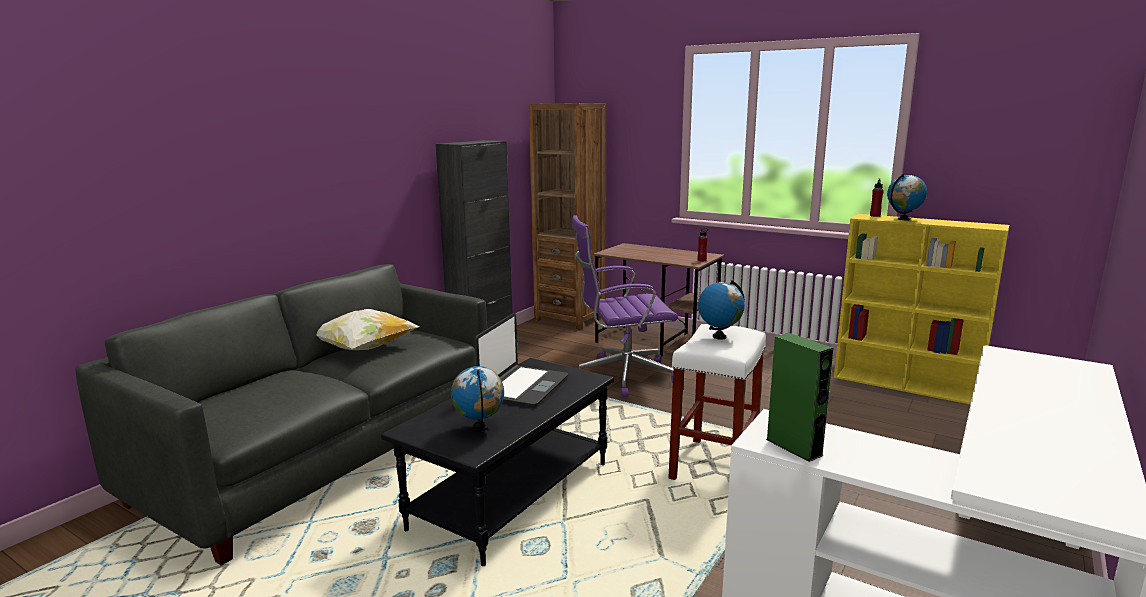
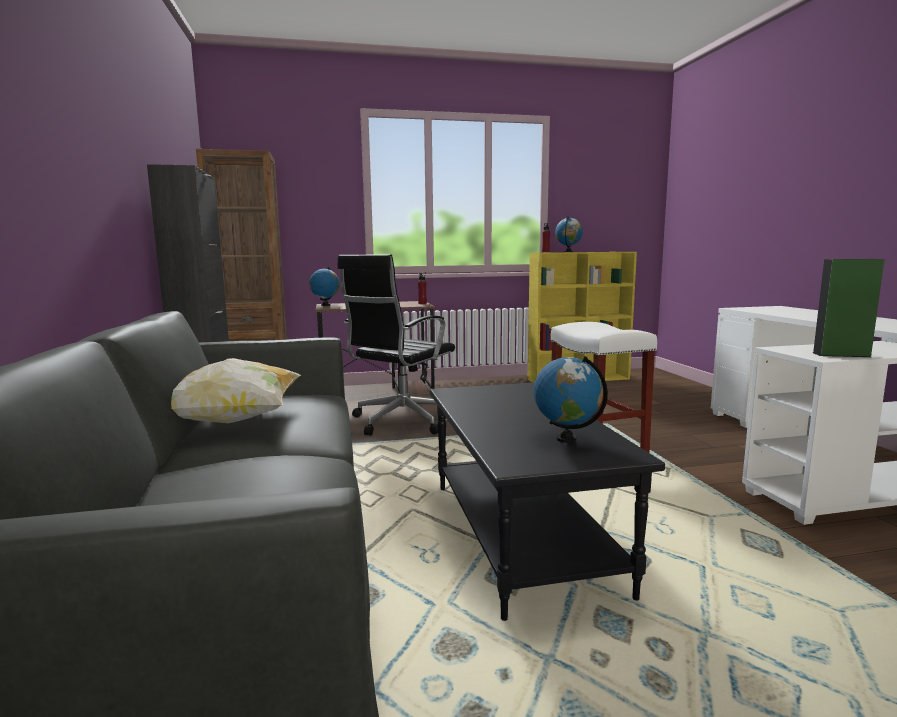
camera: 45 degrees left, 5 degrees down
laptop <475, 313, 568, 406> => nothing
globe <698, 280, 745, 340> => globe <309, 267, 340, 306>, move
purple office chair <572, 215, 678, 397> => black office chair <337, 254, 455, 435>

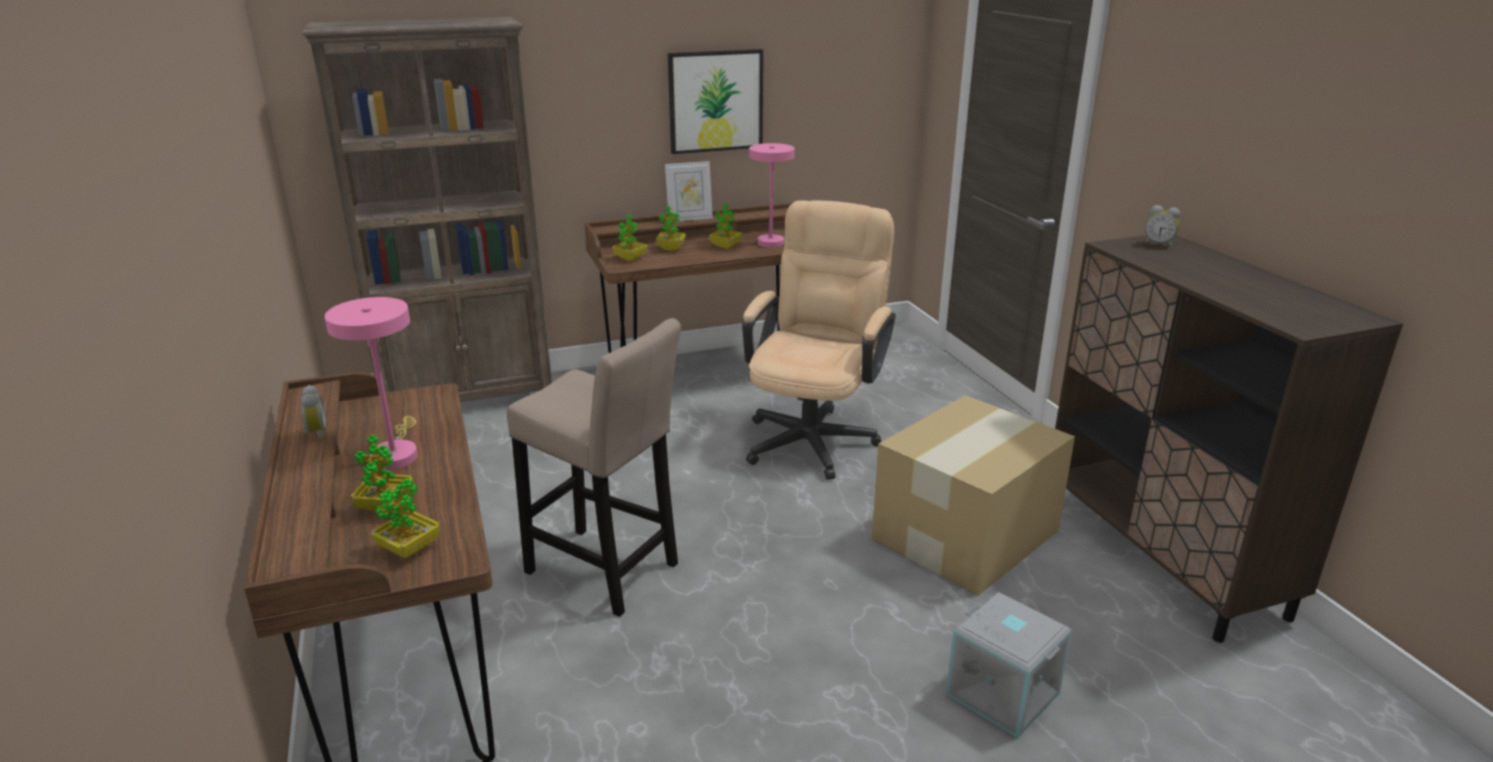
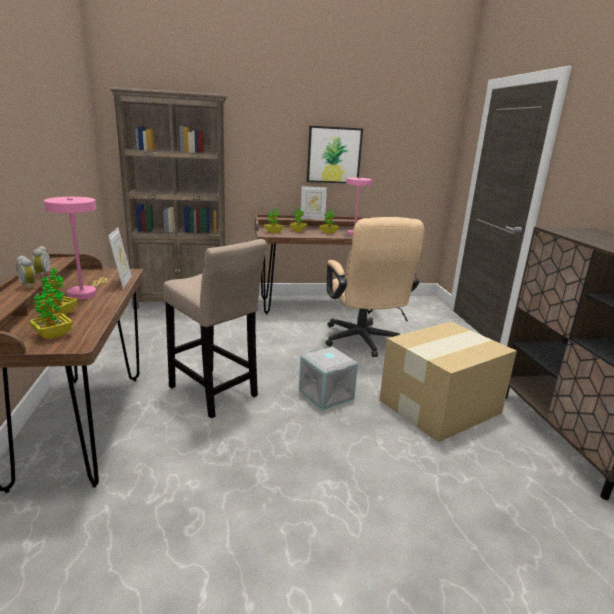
camera: 10 degrees right, 5 degrees down
nothing => picture frame <108, 227, 131, 289>
grey storage box <946, 592, 1072, 738> => grey storage box <299, 347, 358, 411>, move
alarm clock <1144, 205, 1180, 248> => alarm clock <16, 256, 37, 289>, move
beige office chair <742, 200, 896, 480> => beige office chair <326, 217, 424, 357>, 135 degrees clockwise

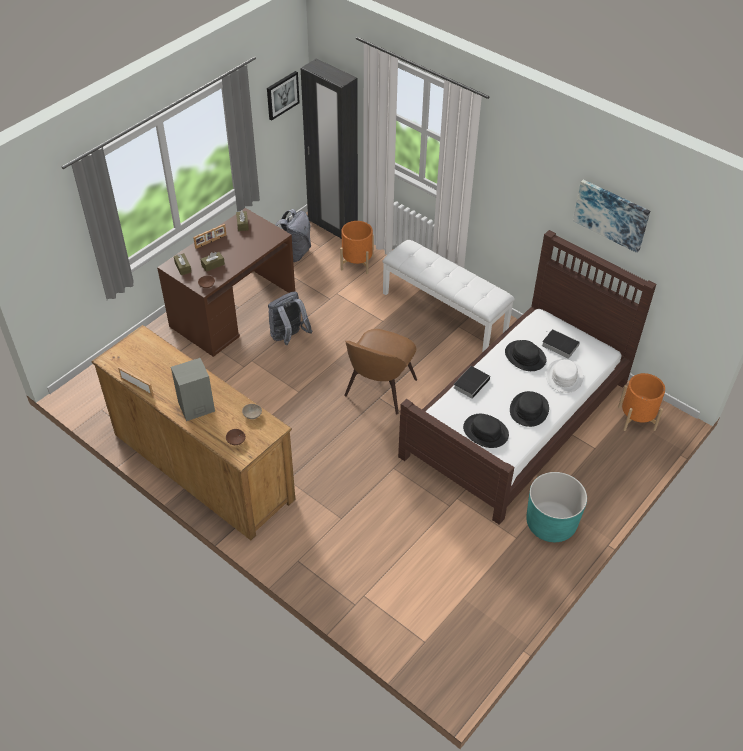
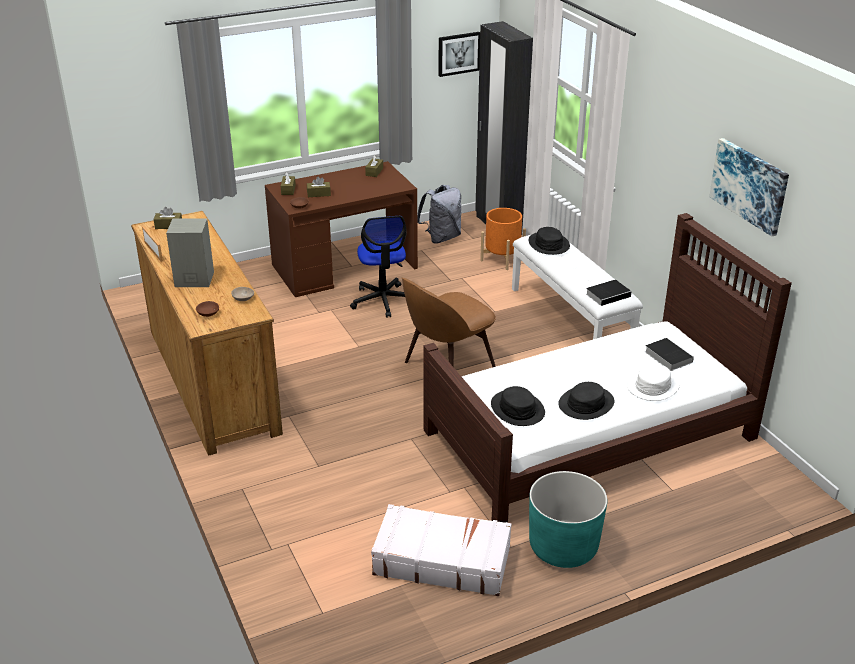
camera: 25 degrees right, 15 degrees down
picture frame <193, 224, 227, 249> => nothing
orange planter <618, 373, 665, 431> => nothing
nothing => brown tissue box <153, 207, 182, 229>
nothing => white suitcase <371, 504, 512, 596>
book <454, 366, 492, 399> => book <586, 280, 632, 306>, move
black hat <505, 340, 547, 371> => black hat <529, 227, 570, 255>, move
grey backpack <268, 291, 312, 345> => office chair <350, 216, 407, 318>

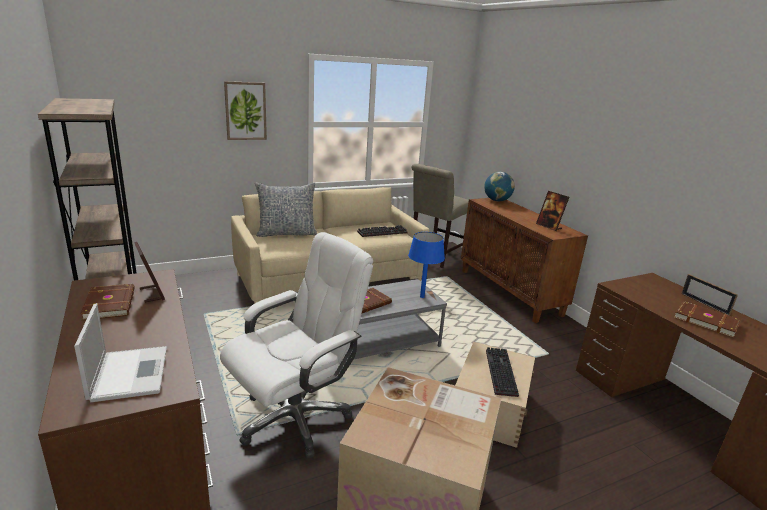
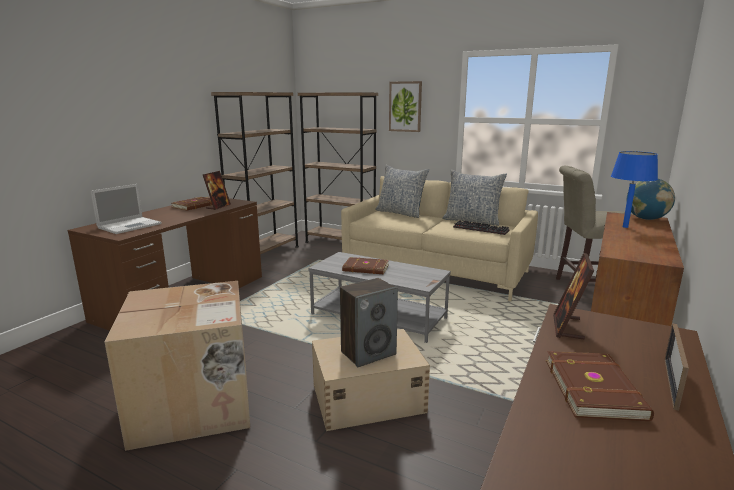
camera: 55 degrees right, 5 degrees down
white office chair <220, 232, 373, 459> => nothing
nothing => brown bookcase <298, 92, 378, 243>
nothing => pillow <442, 170, 507, 226>
blue table lamp <408, 232, 445, 298> => blue table lamp <611, 151, 658, 228>, move
picture frame <536, 191, 569, 231> => picture frame <553, 253, 594, 340>, move
keyboard <486, 347, 519, 397> => speaker <340, 278, 398, 367>

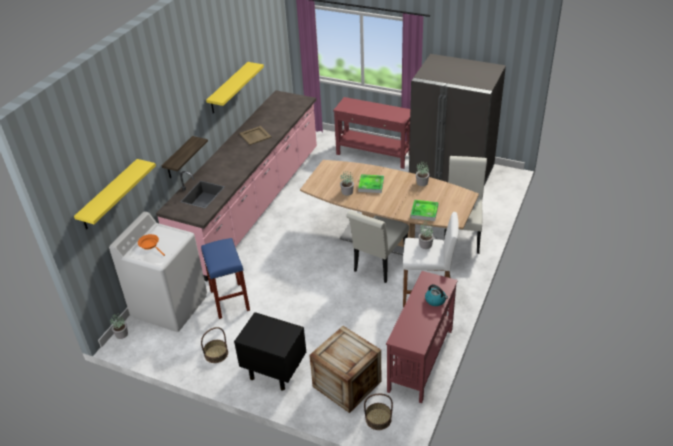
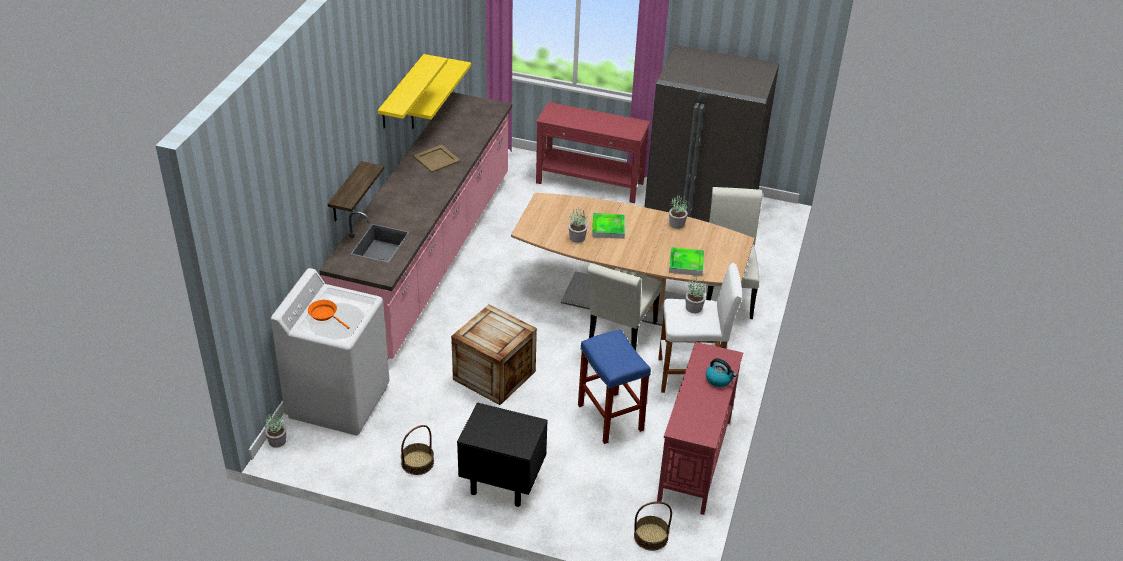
camera: 10 degrees left, 0 degrees up
yellow shelf <74, 159, 156, 229> => yellow shelf <407, 59, 471, 129>, move
blue stool <201, 238, 250, 319> => blue stool <578, 329, 651, 444>, move
crate <309, 326, 381, 413> => crate <451, 305, 537, 405>, move

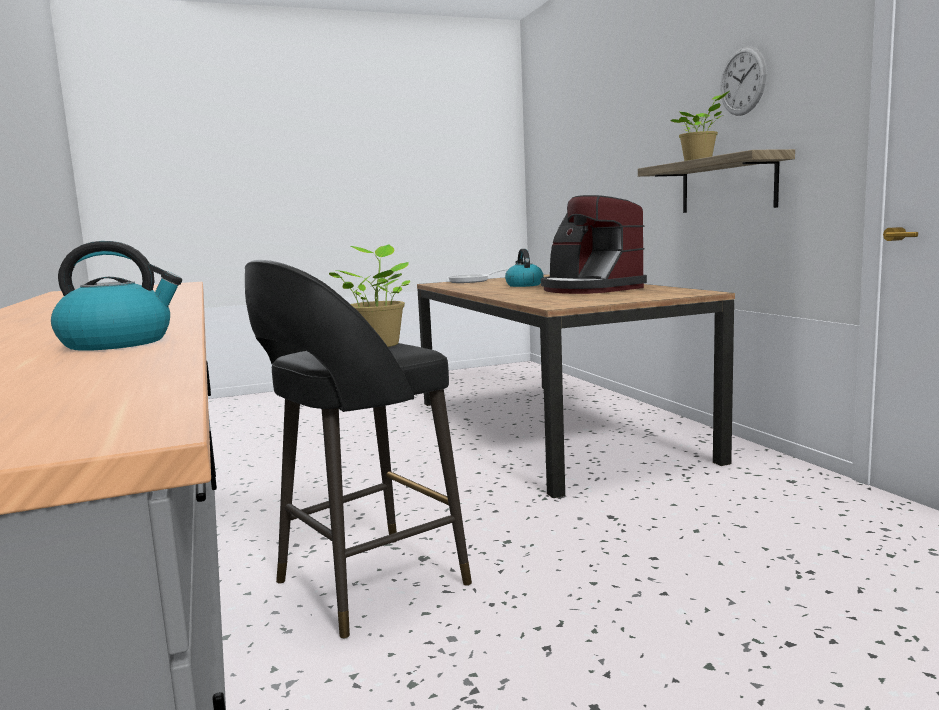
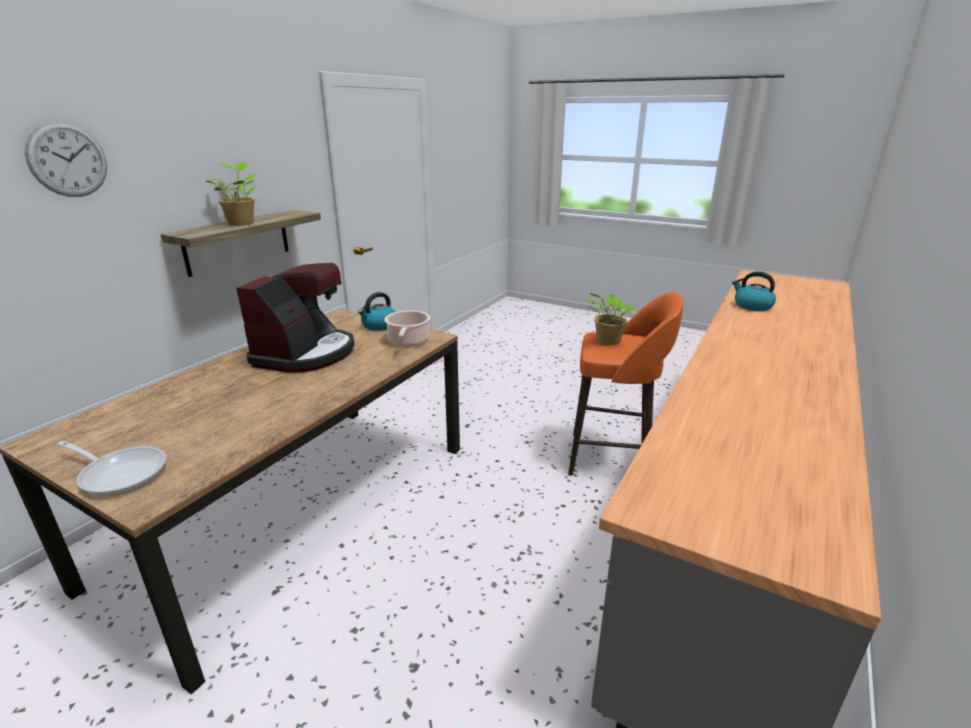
camera: 130 degrees left, 15 degrees up
nothing => cooking pot <384, 310, 430, 347>
kettle <505, 249, 544, 287> => kettle <358, 292, 395, 331>, move
wall clock <720, 46, 767, 116> => wall clock <25, 121, 107, 197>, move
black stool <245, 260, 472, 639> => orange stool <568, 292, 684, 476>

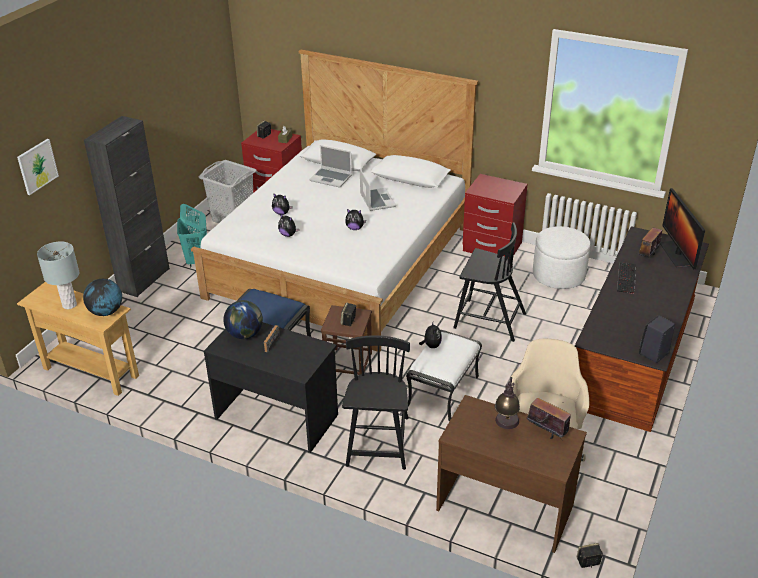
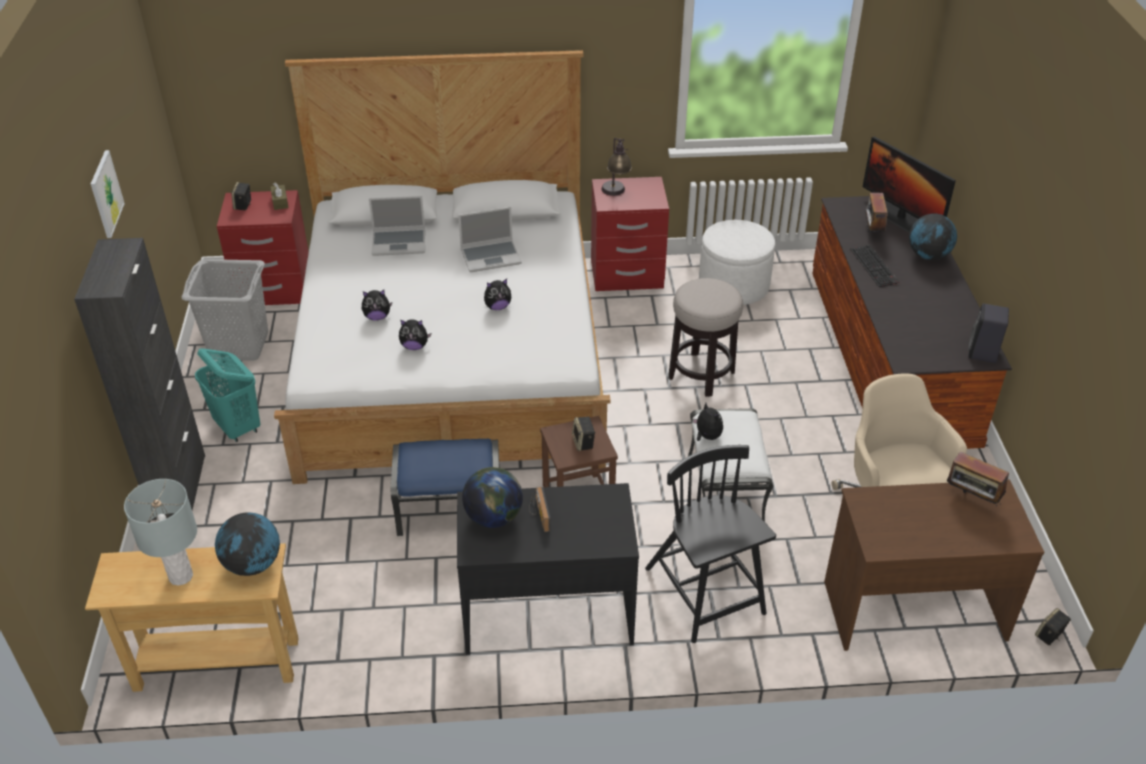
camera: 30 degrees left, 5 degrees up
nothing => globe <909, 213, 957, 260>
picture <17, 139, 59, 195> => picture <91, 150, 125, 238>, move
table lamp <495, 377, 520, 429> => table lamp <601, 138, 632, 196>, move
black chair <453, 222, 526, 342> => stool <669, 278, 743, 397>
laptop <360, 169, 396, 211> => laptop <458, 207, 522, 272>, 120 degrees clockwise
radio <527, 398, 571, 440> => radio <947, 452, 1009, 506>, 150 degrees counterclockwise

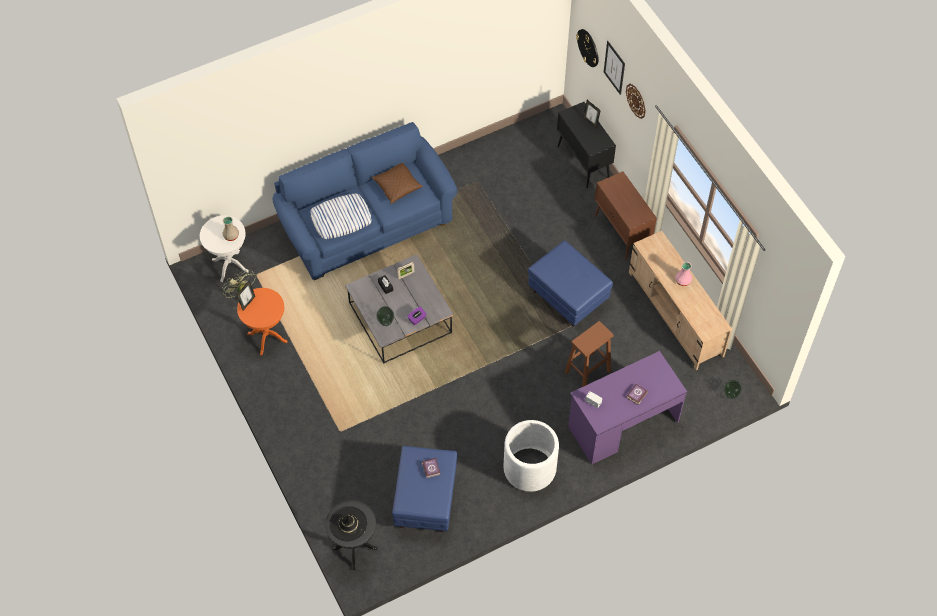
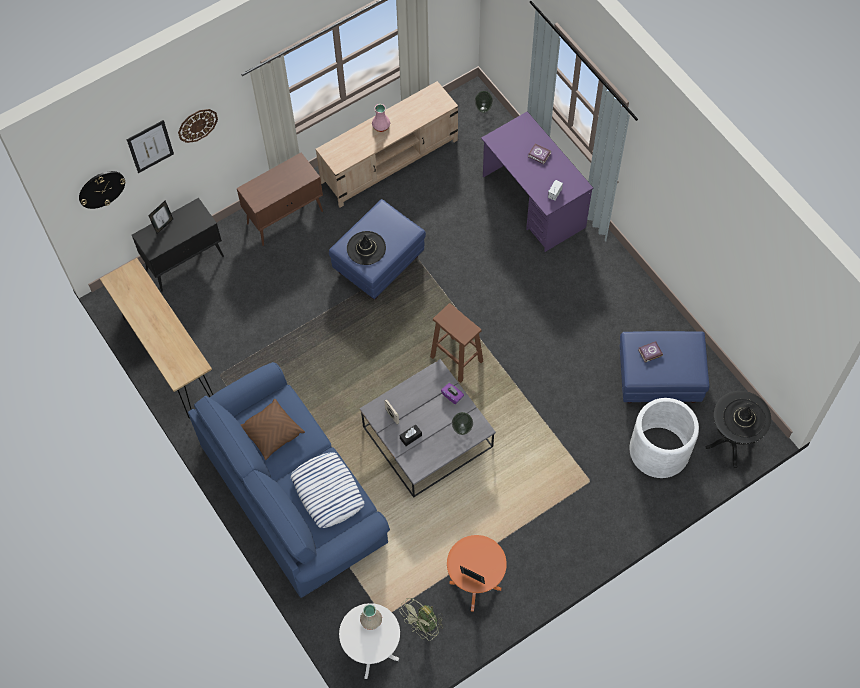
camera: 95 degrees left, 5 degrees up
nothing => brown console table <100, 258, 213, 419>
nothing => black hat <347, 231, 386, 265>
white planter <504, 420, 559, 492> => white planter <629, 398, 699, 478>, move
brown stool <565, 321, 613, 387> => brown stool <430, 303, 483, 383>, move

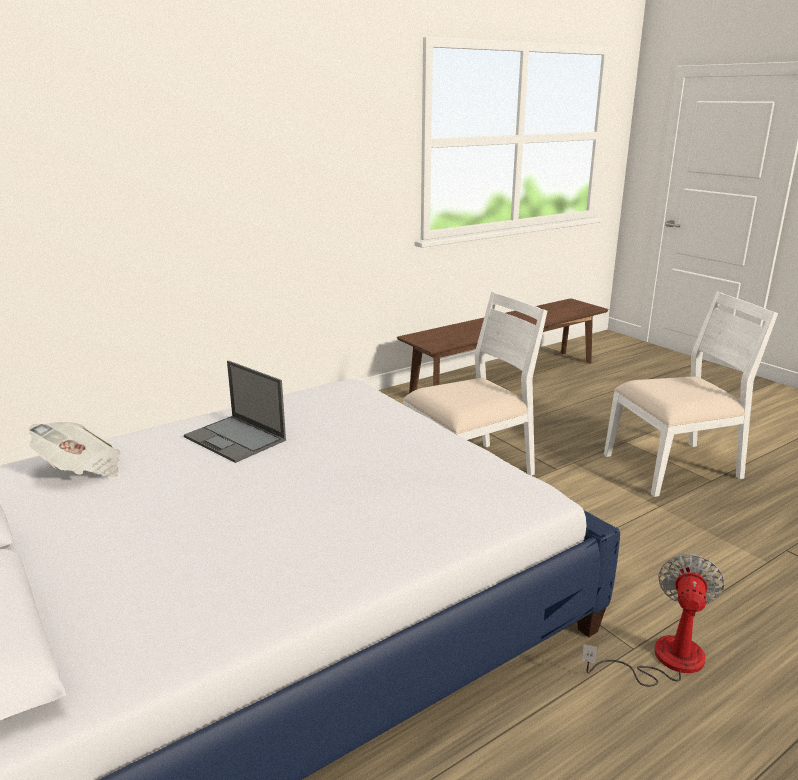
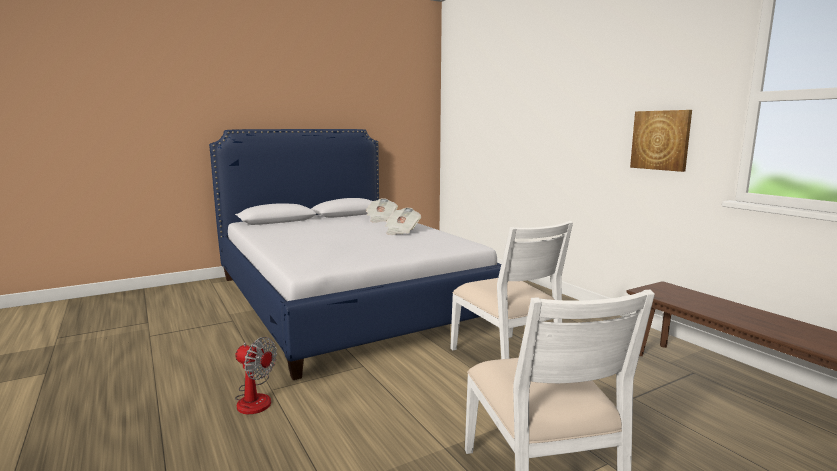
camera: 95 degrees right, 10 degrees down
nothing => picture <630, 110, 692, 172>
laptop <184, 361, 286, 463> => newspaper <385, 208, 421, 235>

